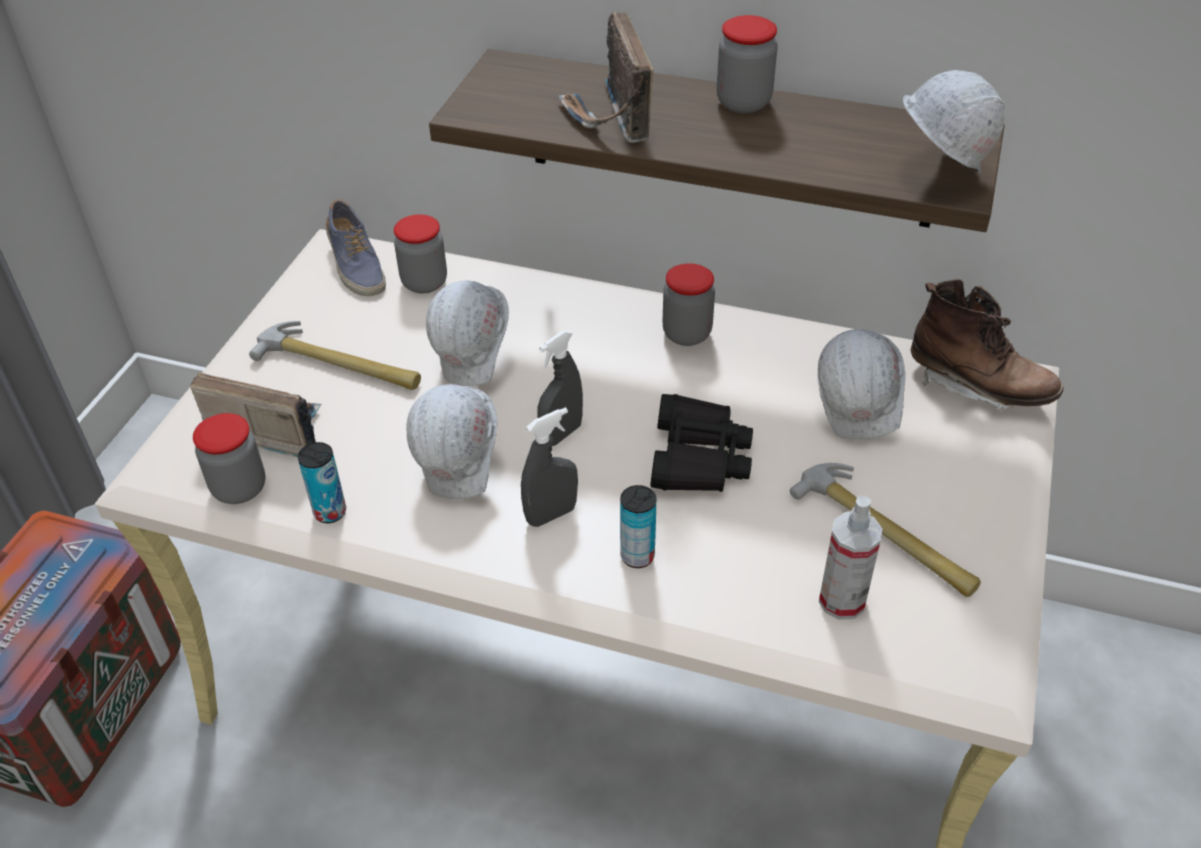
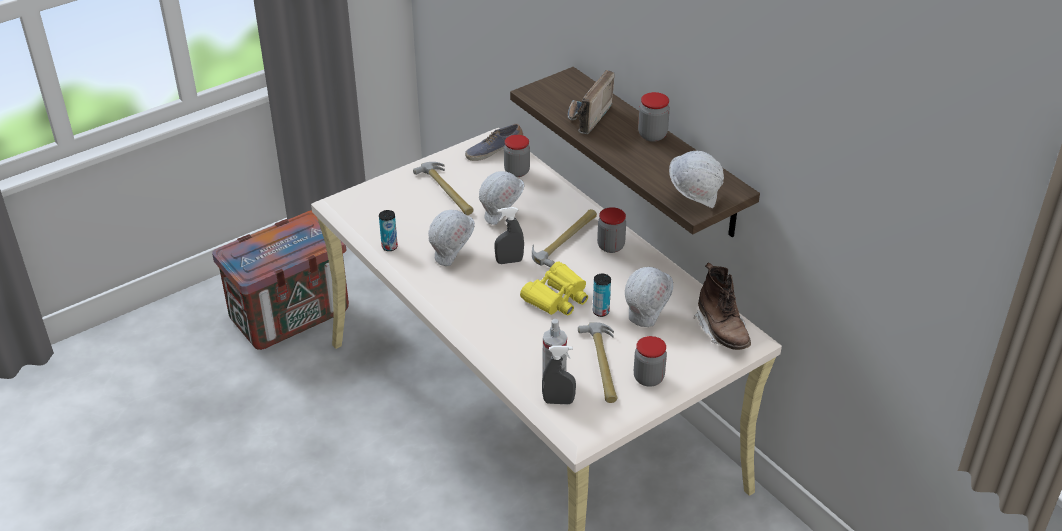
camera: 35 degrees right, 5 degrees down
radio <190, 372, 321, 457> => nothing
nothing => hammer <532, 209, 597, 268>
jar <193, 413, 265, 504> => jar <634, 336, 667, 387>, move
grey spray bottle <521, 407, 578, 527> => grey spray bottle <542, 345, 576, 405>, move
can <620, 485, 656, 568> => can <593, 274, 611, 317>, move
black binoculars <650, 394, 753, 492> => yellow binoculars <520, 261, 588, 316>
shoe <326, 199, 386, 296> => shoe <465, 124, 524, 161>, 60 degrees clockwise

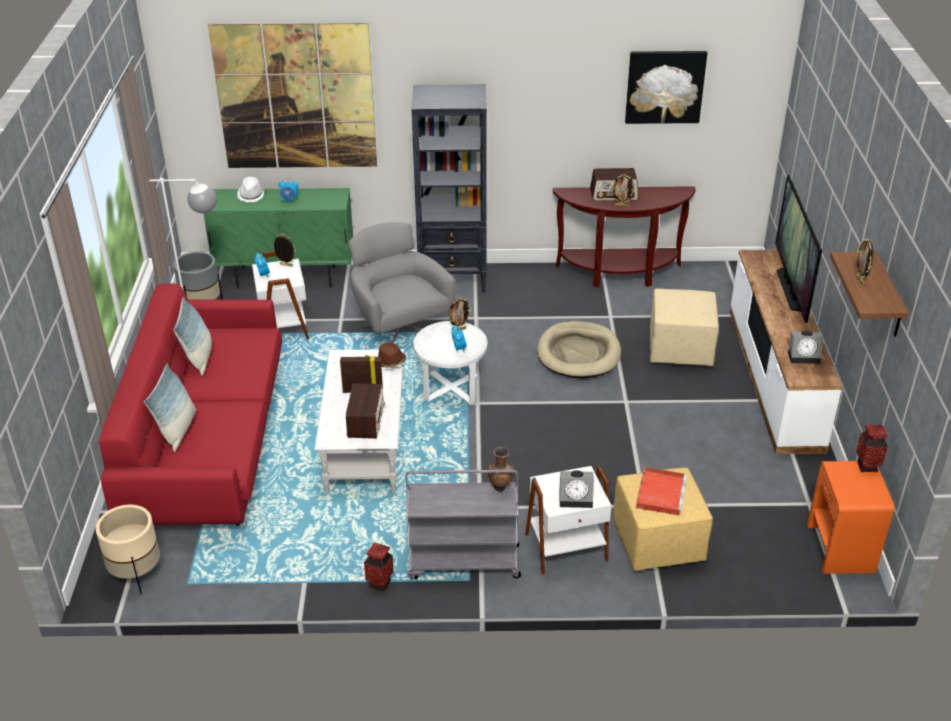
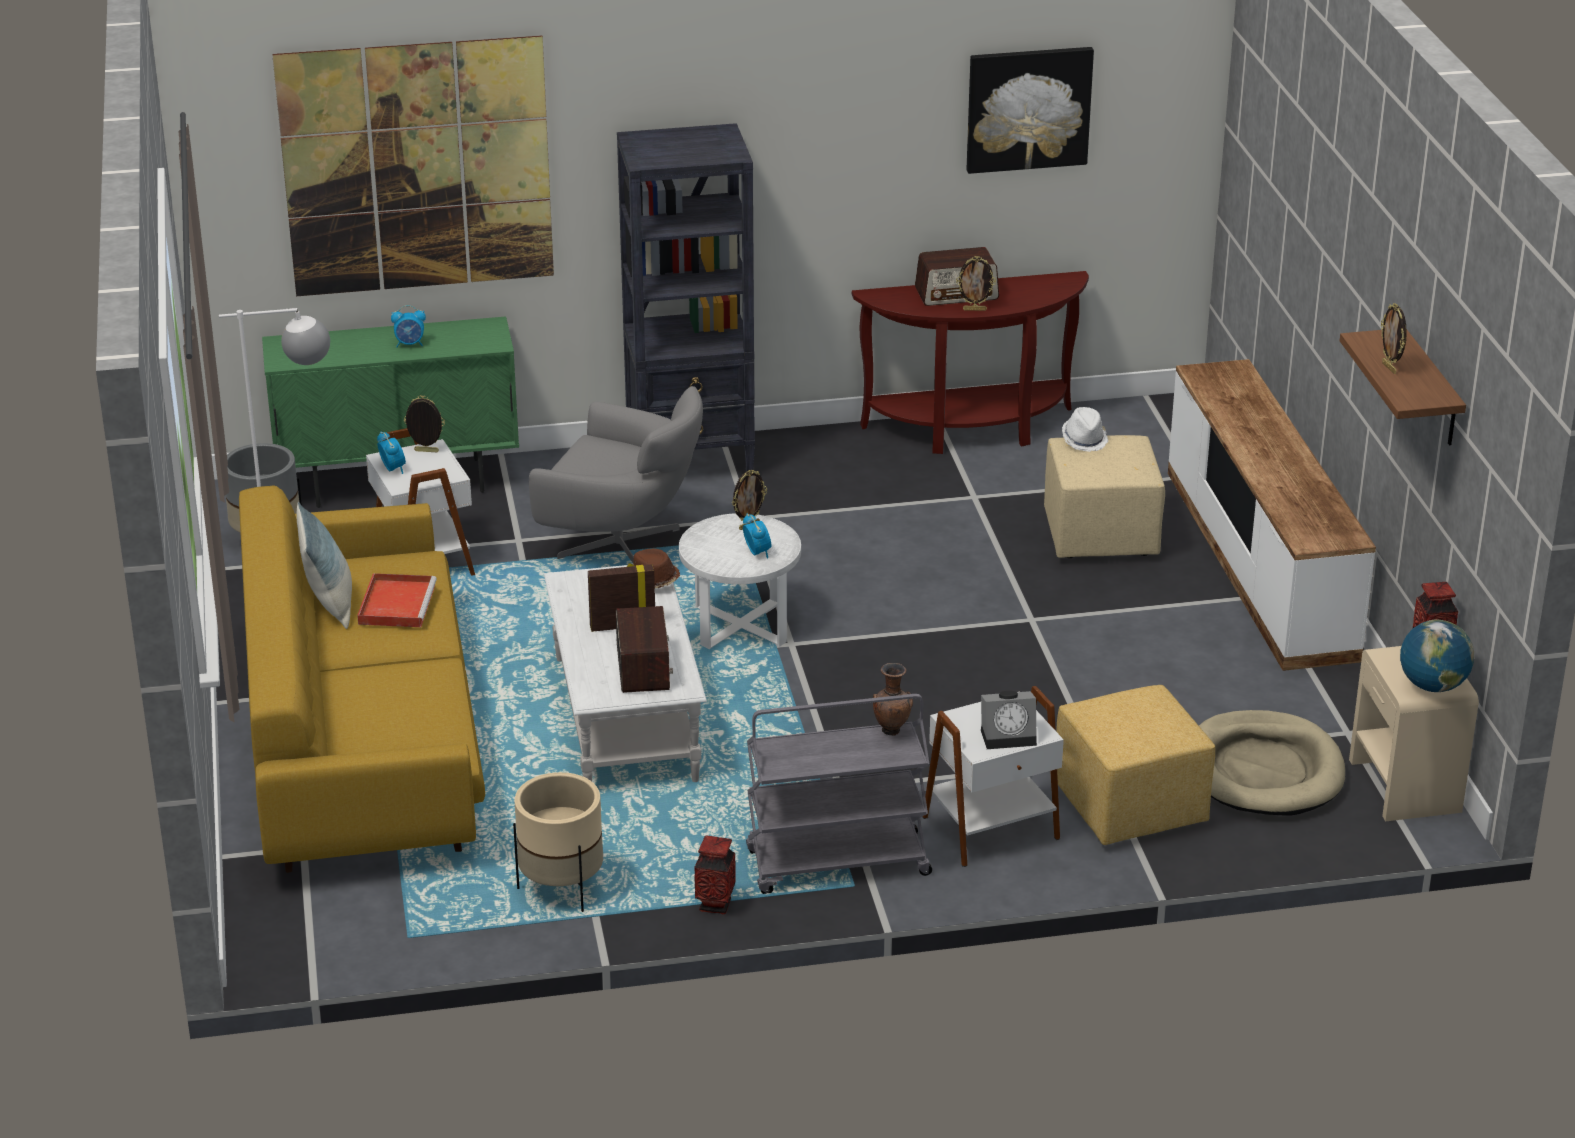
camera: 10 degrees left, 5 degrees down
pillow <144, 363, 196, 452> => nothing
television <775, 175, 822, 323> => nothing
alarm clock <788, 331, 823, 364> => nothing
nothing => globe <1400, 619, 1474, 692>
beige planter <96, 505, 160, 594> => beige planter <513, 772, 603, 912>, move
white hat <237, 177, 265, 202> => white hat <1062, 407, 1108, 452>, move
beige dog bed <537, 321, 621, 379> => beige dog bed <1199, 710, 1345, 815>, move
red tray <636, 467, 688, 516> => red tray <357, 573, 437, 627>, move
red sofa <99, 284, 282, 526> => yellow sofa <239, 486, 485, 873>
orange nightstand <807, 461, 894, 574> => beige nightstand <1349, 646, 1479, 821>
grey armchair <349, 222, 456, 343> => grey armchair <529, 386, 703, 563>, 150 degrees clockwise

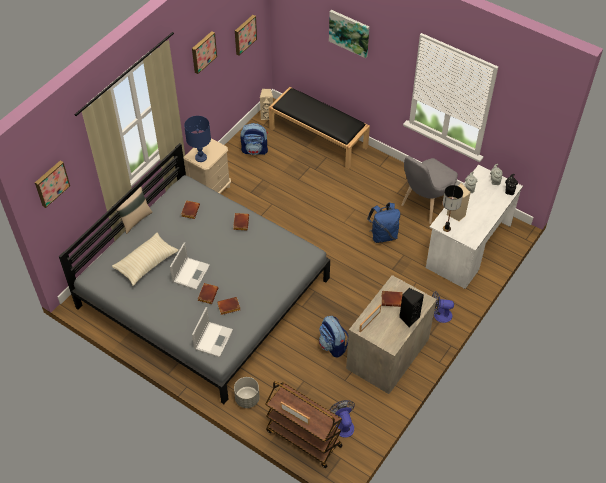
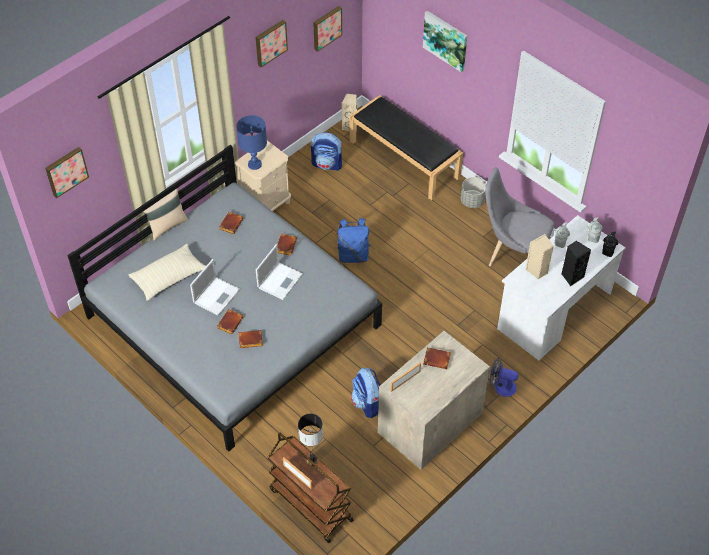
camera: 10 degrees right, 0 degrees up
fan <329, 400, 355, 438> => nothing
laptop <192, 307, 233, 357> => laptop <256, 244, 303, 300>, move
grey planter <234, 377, 260, 408> => grey planter <461, 177, 486, 208>, move
blue backpack <367, 203, 400, 243> => blue backpack <335, 218, 371, 263>, move
black speaker <399, 288, 424, 328> => black speaker <562, 241, 591, 286>, move
table lamp <443, 185, 463, 232> => table lamp <298, 414, 323, 466>, move
grey chair <401, 156, 458, 224> => grey chair <485, 168, 554, 267>, 60 degrees clockwise

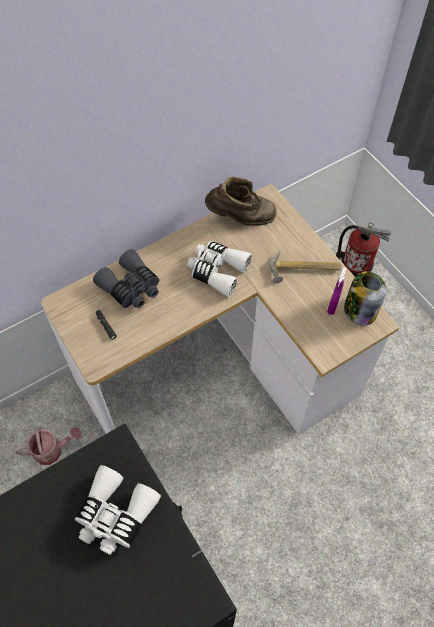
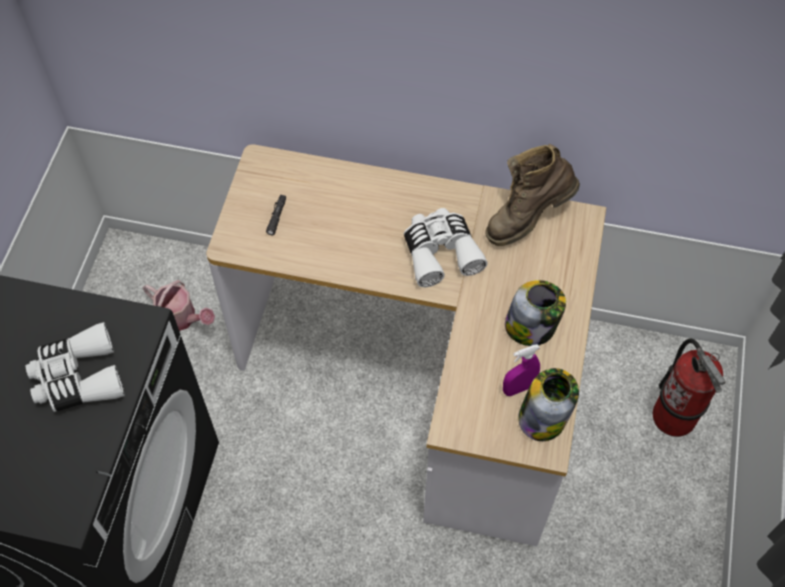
camera: 45 degrees right, 0 degrees up
grey binoculars <93, 249, 159, 308> => nothing
hammer <269, 251, 341, 283> => jar <505, 280, 566, 346>
brown boot <205, 176, 277, 225> => brown boot <485, 144, 580, 246>, 105 degrees clockwise

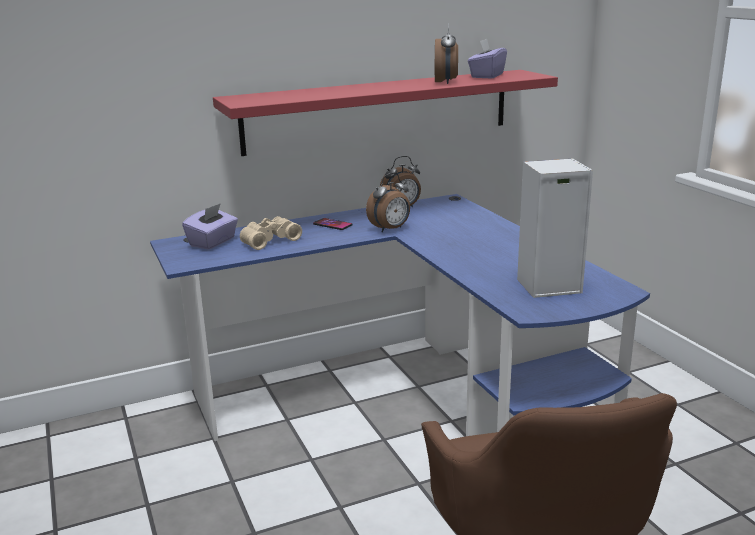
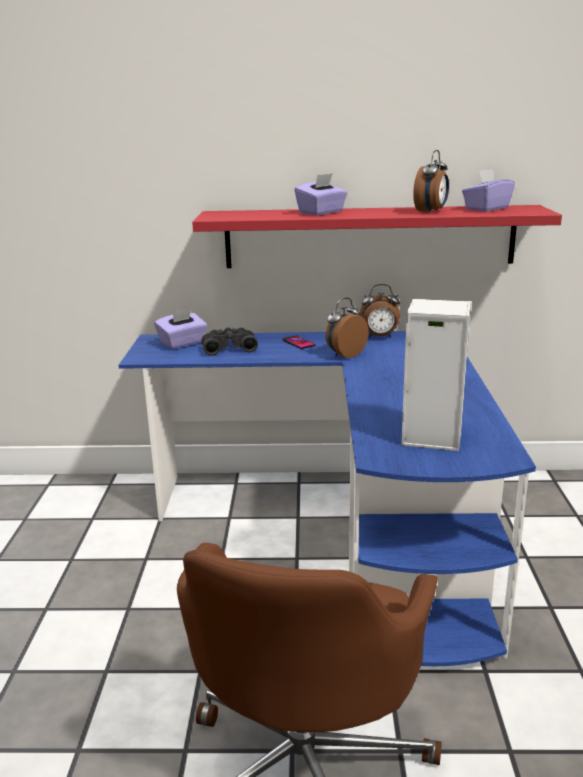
camera: 25 degrees right, 0 degrees up
nothing => purple tissue box <295, 173, 348, 215>
beige binoculars <240, 216, 302, 250> => black binoculars <201, 327, 258, 356>
alarm clock <366, 173, 410, 232> => alarm clock <326, 298, 369, 358>, 150 degrees clockwise

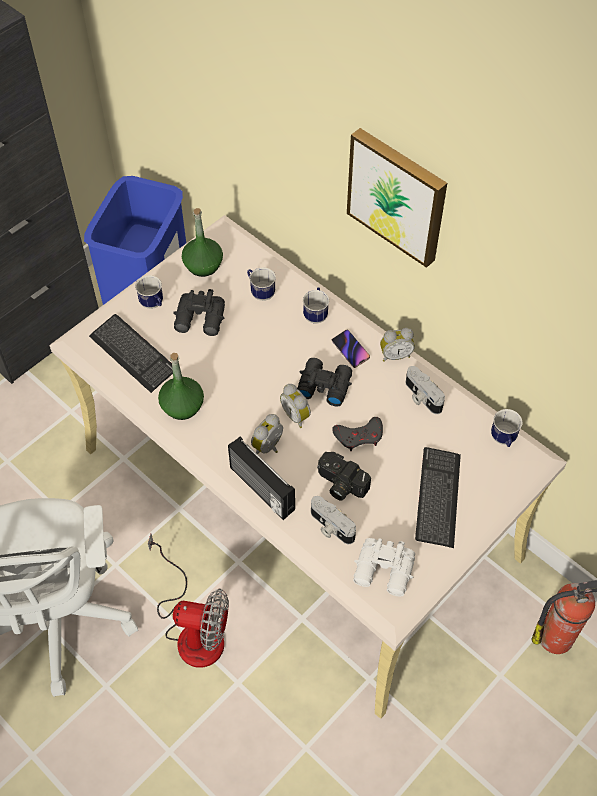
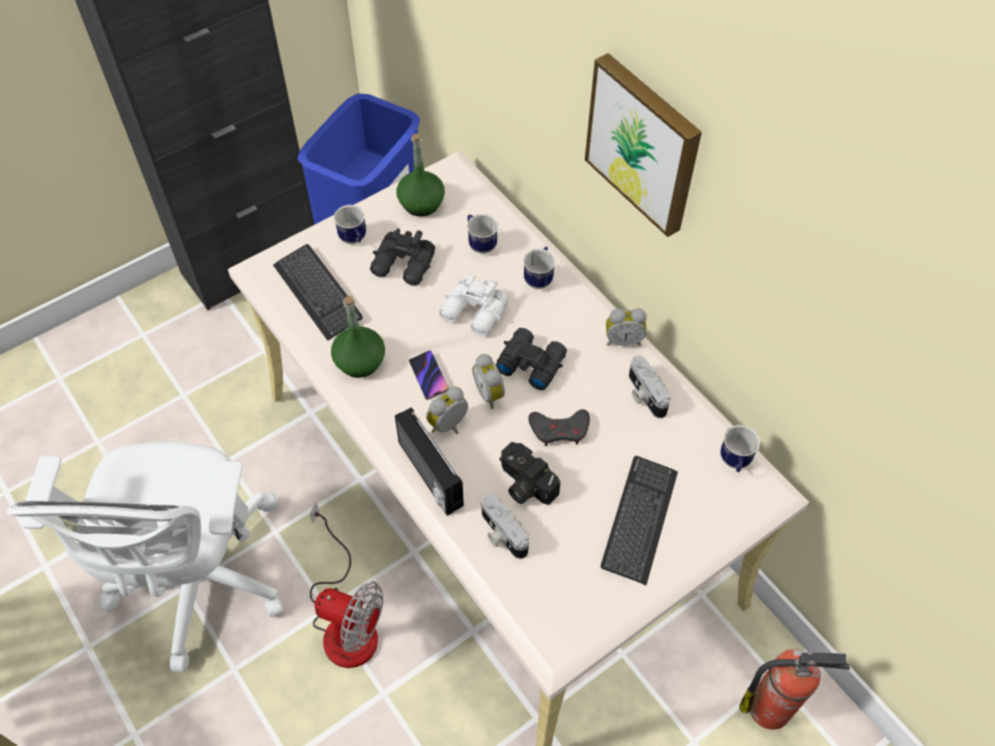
camera: 10 degrees right, 0 degrees up
phone <332, 330, 370, 368> => phone <409, 350, 449, 400>, move
white binoculars <353, 538, 415, 597> => white binoculars <439, 275, 509, 336>, move

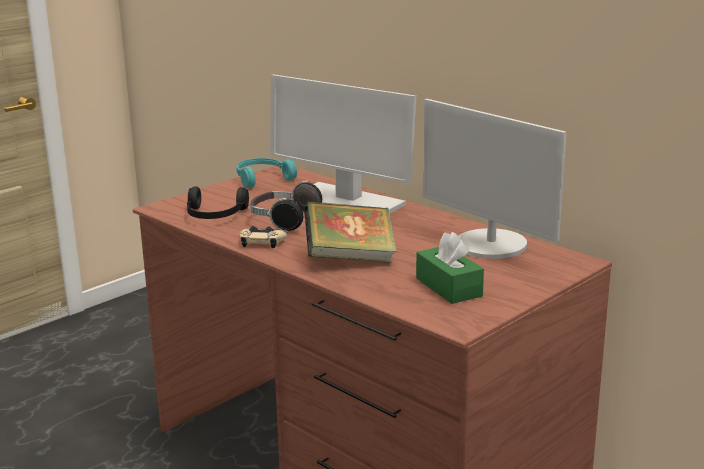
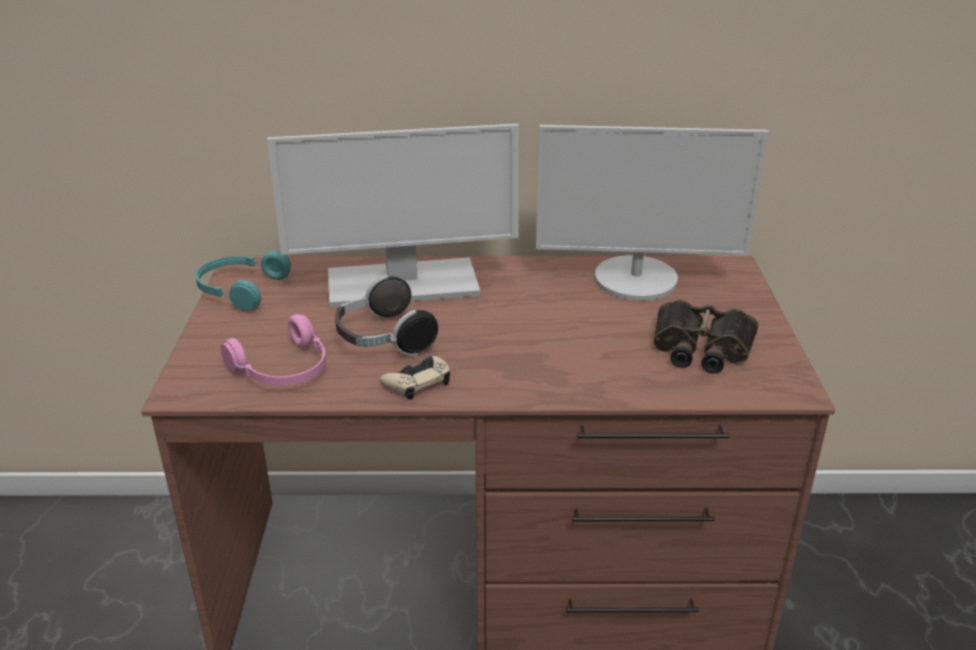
camera: 45 degrees left, 10 degrees up
book <304, 201, 397, 263> => nothing
green tissue box <416, 232, 484, 304> => binoculars <653, 300, 758, 374>
black headphones <187, 186, 249, 219> => pink headphones <220, 314, 326, 386>

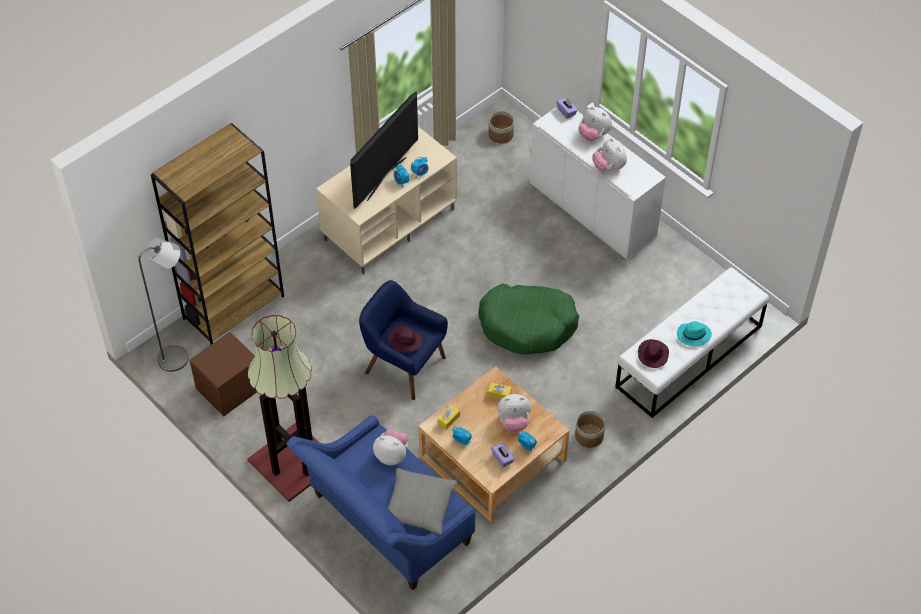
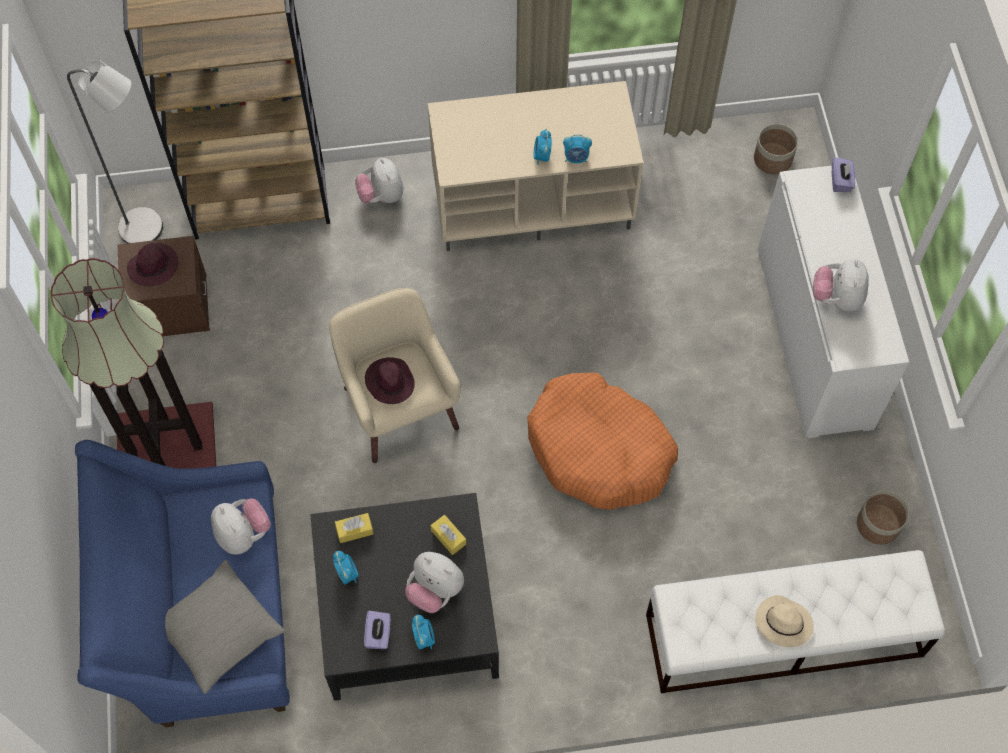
camera: 35 degrees right, 10 degrees up
television <350, 91, 418, 209> => nothing
planter <575, 411, 605, 448> => planter <857, 490, 909, 545>, move
plush toy <579, 107, 612, 141> => plush toy <355, 158, 404, 203>, move
purple hat <638, 339, 669, 368> => purple hat <127, 243, 179, 286>, move
blue armchair <359, 280, 448, 400> => beige armchair <329, 288, 461, 463>
beige coffee table <418, 366, 570, 523> => black coffee table <310, 493, 499, 701>
green dog bed <478, 284, 579, 354> => orange dog bed <527, 373, 678, 510>
turquoise hat <677, 321, 712, 346> => beige hat <755, 595, 814, 647>

